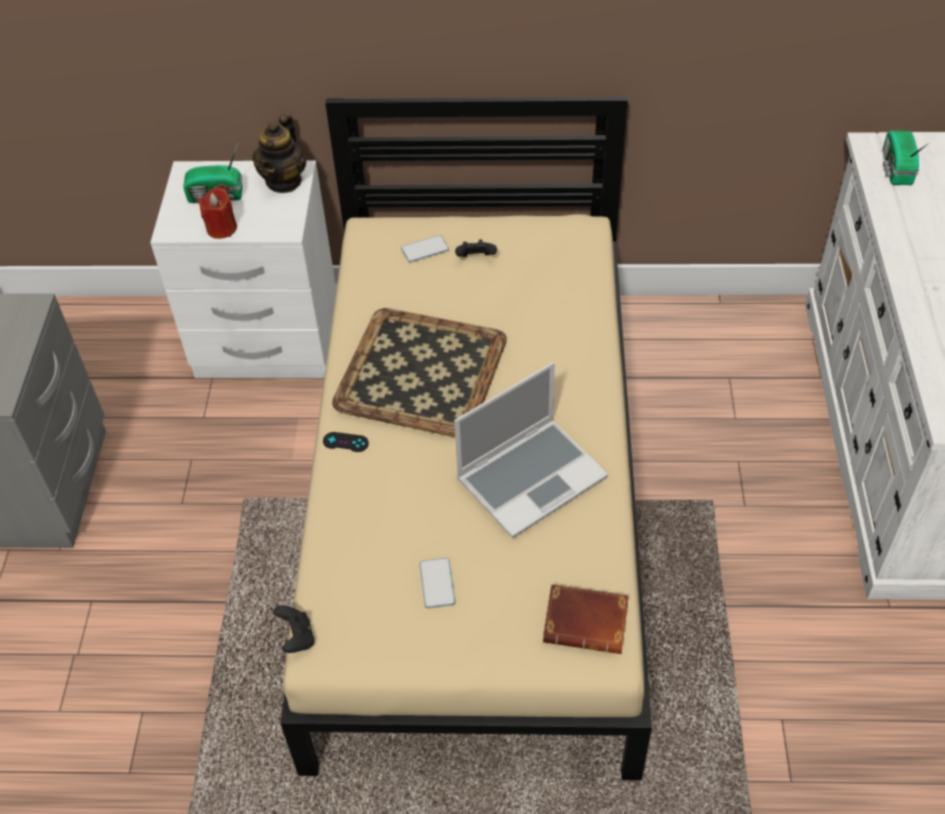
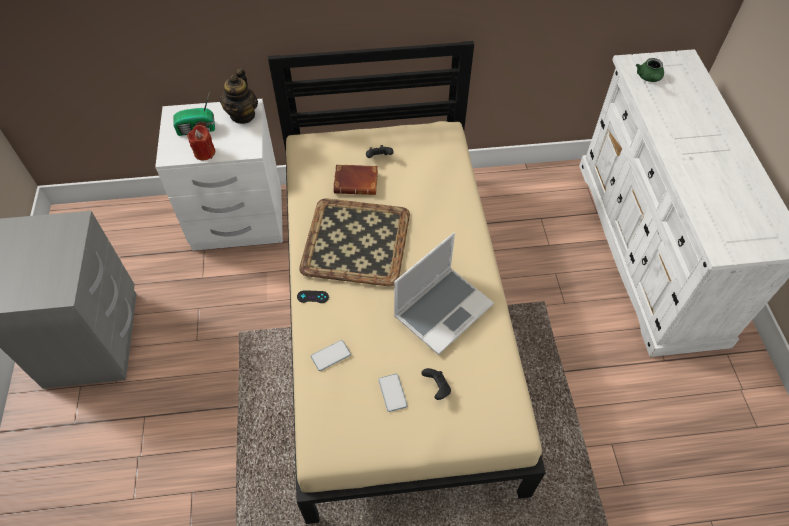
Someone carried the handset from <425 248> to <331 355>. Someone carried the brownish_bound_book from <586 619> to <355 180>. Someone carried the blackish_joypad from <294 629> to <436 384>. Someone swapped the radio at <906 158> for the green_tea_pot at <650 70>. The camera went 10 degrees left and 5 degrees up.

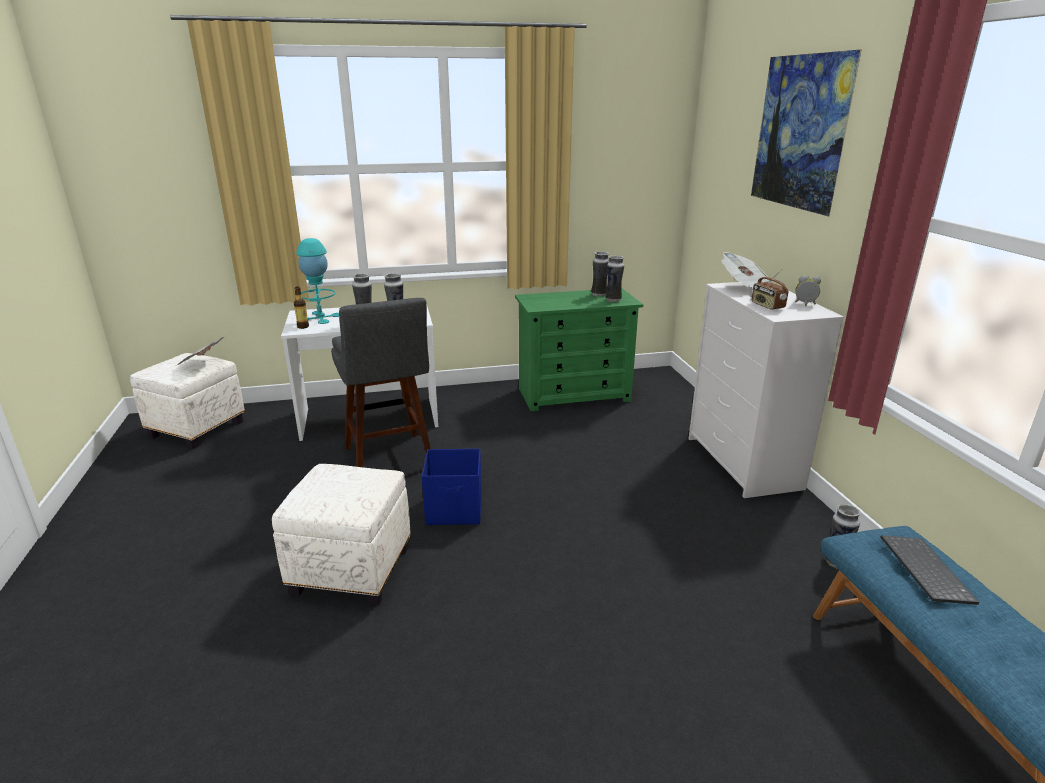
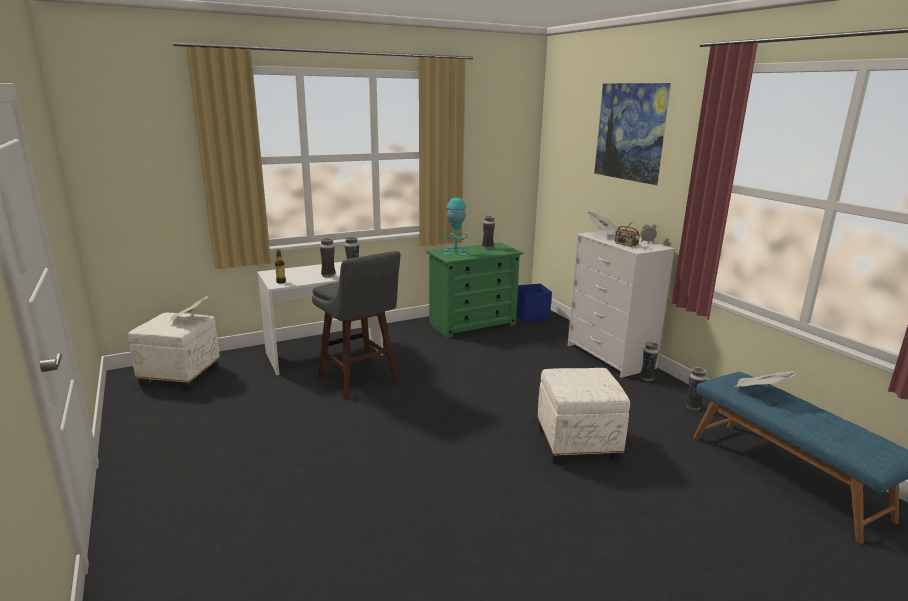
Someone carried the blue-green_lamp_for_a_table from <317 281> to <456 227>. Someone carried the blue-coloured_storage_bin from <452 487> to <534 303>. Someone carried the white-coloured_ottoman from <341 535> to <583 416>. Someone carried the flower_vase from <614 278> to <649 361>. Someone swapped the PC_keyboard at <930 570> for the daily_paper at <765 379>. The camera went 15 degrees left and 5 degrees down.

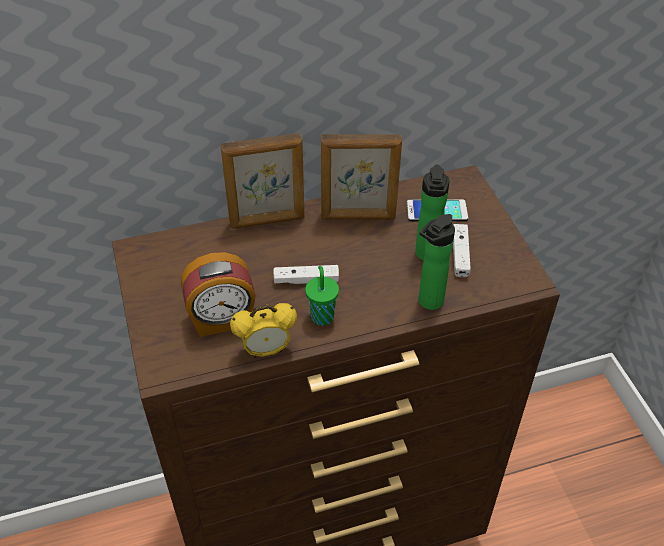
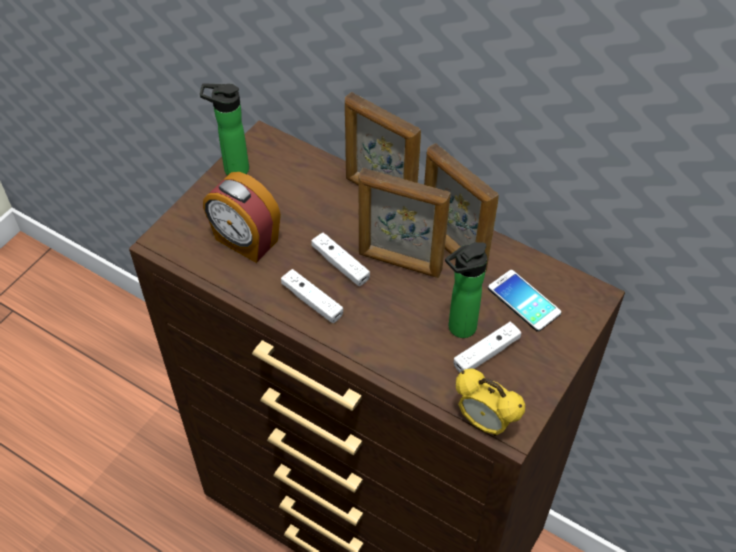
Someone carried the bottle from <437 262> to <224 129>. Someone swapped the green_cup at <322 296> for the white-coloured_joypad at <312 296>. Someone put down the standing_frame at <404 223>. Someone carried the bedside_clock from <263 330> to <490 402>. The camera went 50 degrees right and 5 degrees up.

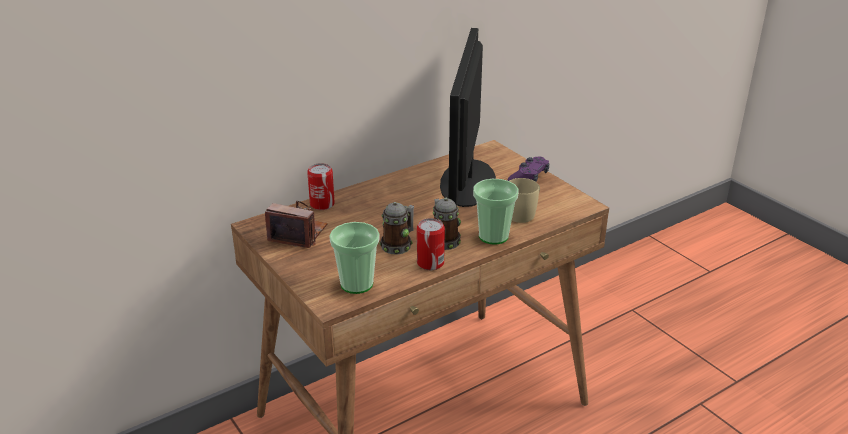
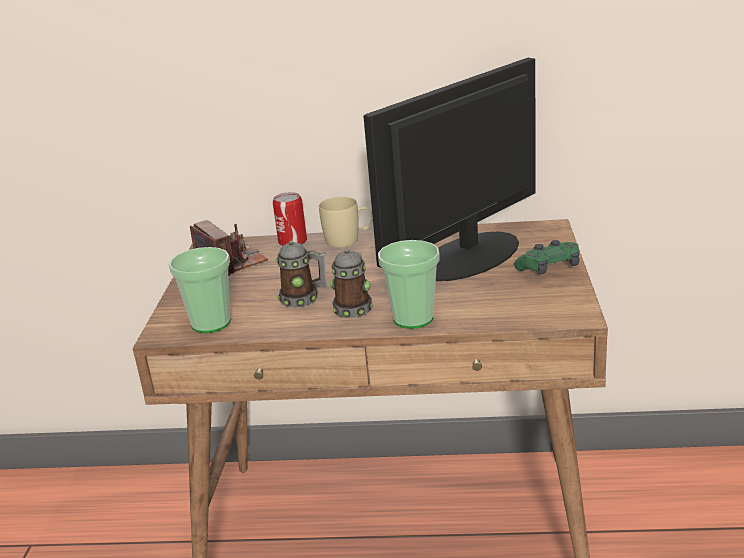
Someone carried the beige-coloured_mug from <525 200> to <346 222>. Someone repainted the purplish_joypad at <529 169>, which became the green_joypad at <547 257>. Someone took away the metal_can at <431 244>. The camera went 40 degrees right and 5 degrees down.

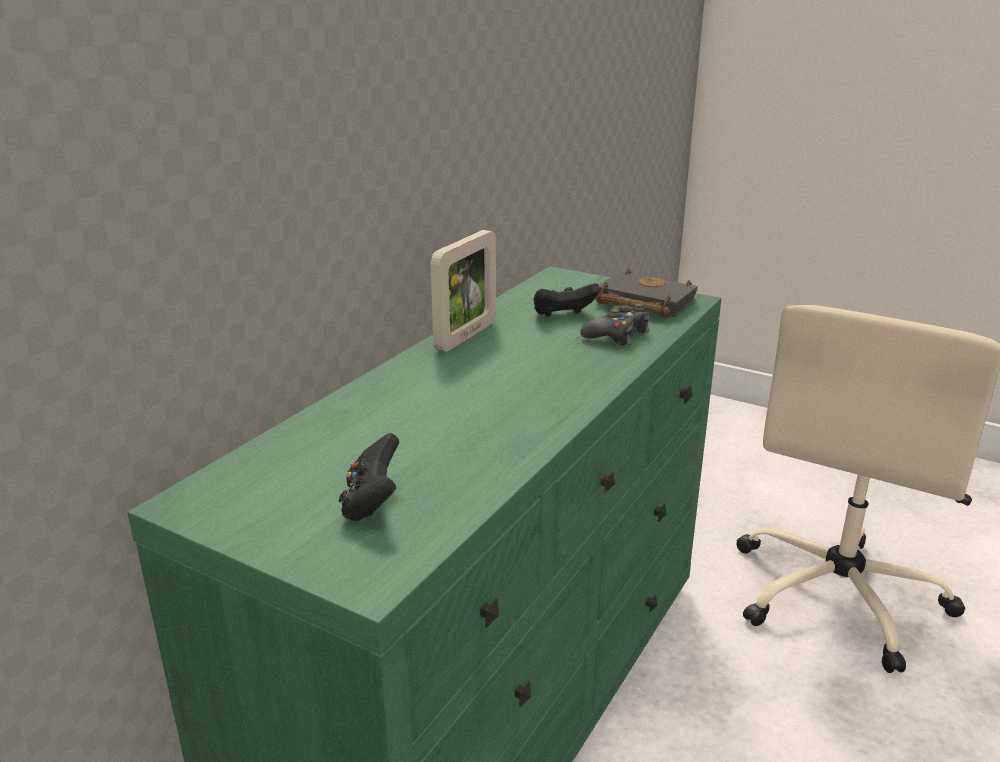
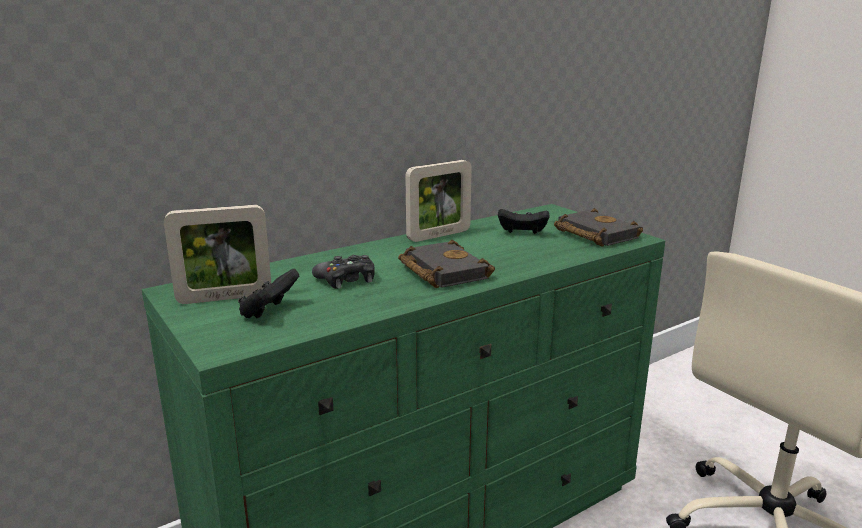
Someone put down the standing_frame at <217 254>. Someone carried the blackish_joypad from <614 324> to <343 272>. Someone put down the blackish_bound_book at <446 264>. The camera went 25 degrees right and 5 degrees down.

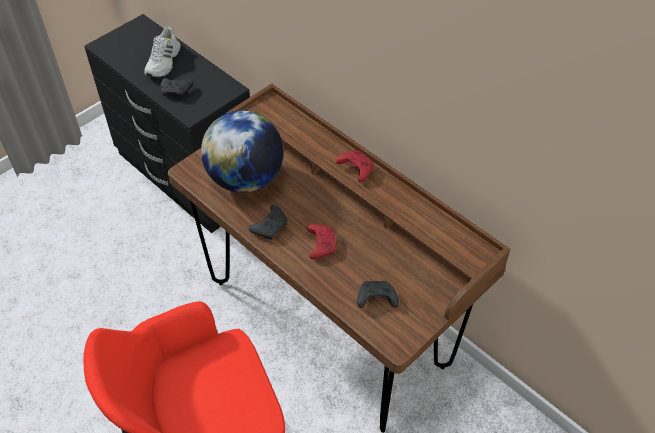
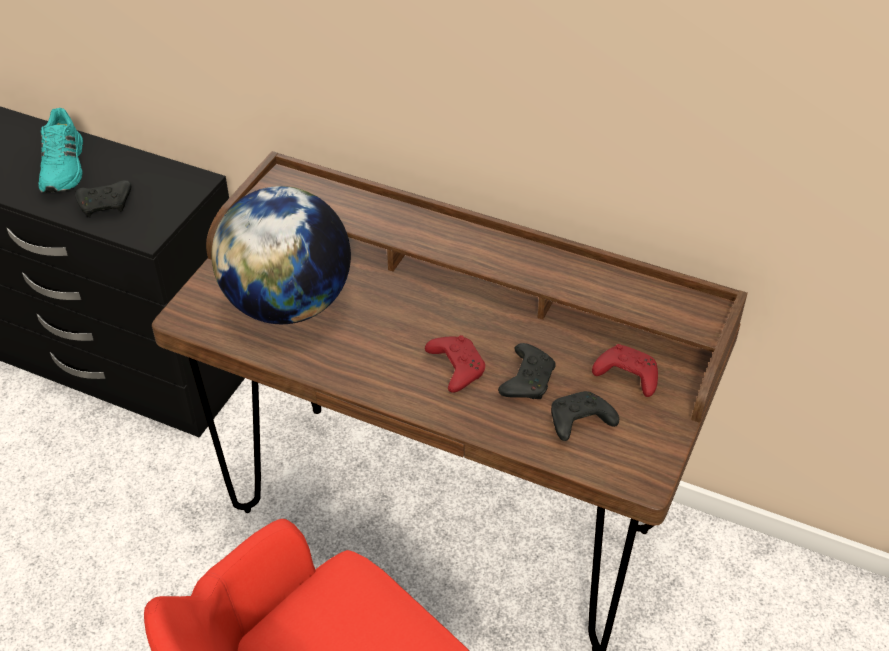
Someone repainted the white-coloured_shoe at <162 52>, which became the blue-green_shoe at <61 150>. Someone carried the blackish_joypad from <268 222> to <527 371>. Someone carried the red-coloured_joypad from <355 166> to <625 370>. The camera went 20 degrees left and 5 degrees down.

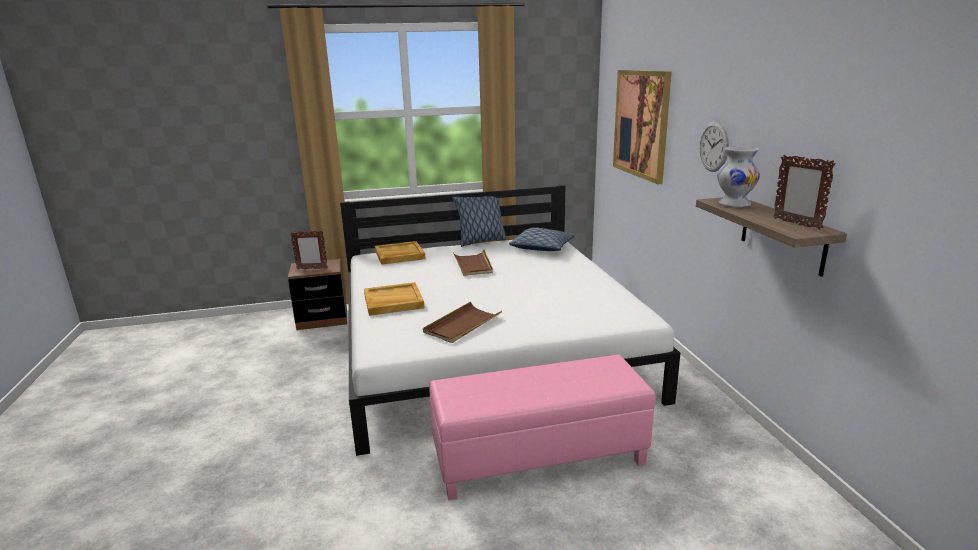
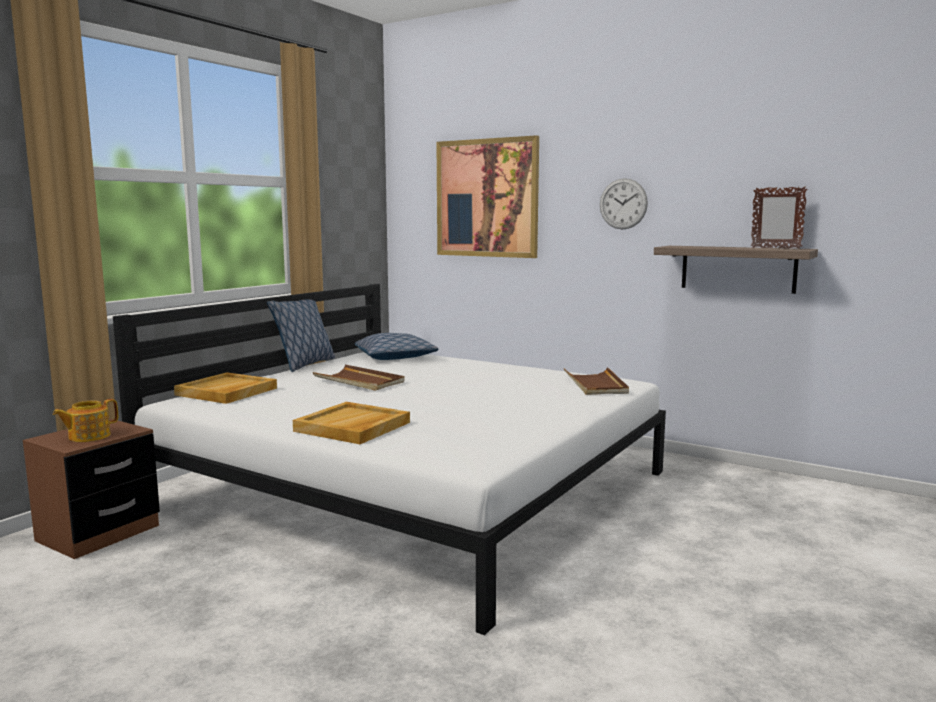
Someone swapped the standing_frame at <309 249> for the tea_pot at <85 420>. Someone carried the brownish_tray from <462 322> to <596 381>. Someone took away the pink-coloured_ottoman at <542 427>. Someone took away the white-coloured_flower_vase at <738 176>. The camera went 45 degrees left and 10 degrees down.

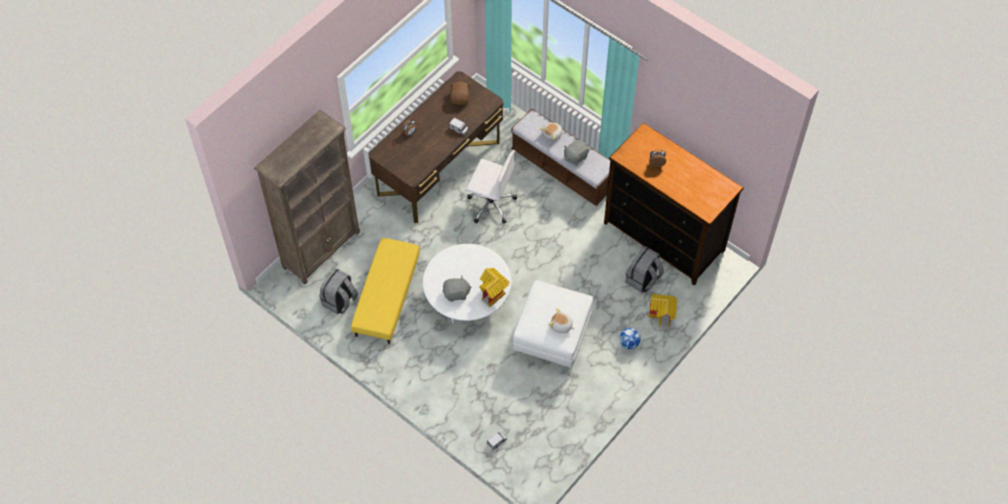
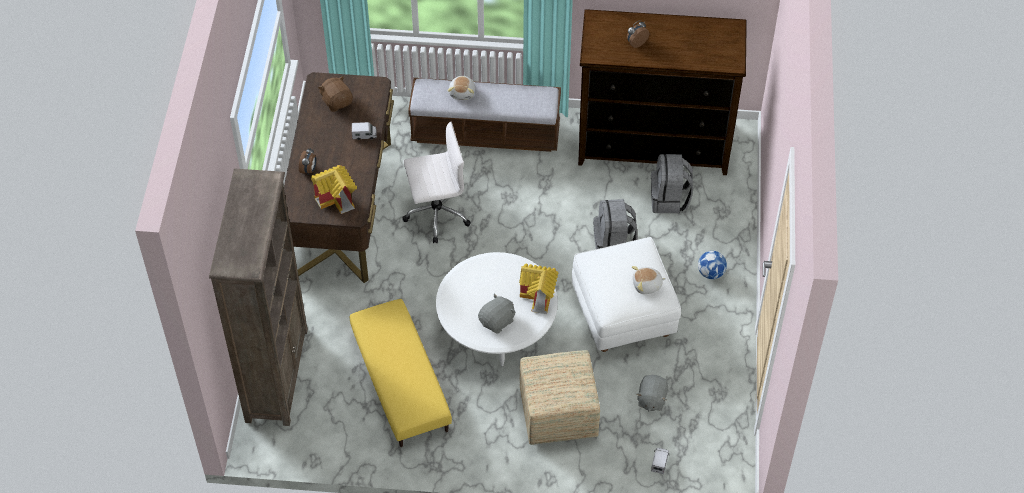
Someone carried the miniature_house from <663 311> to <334 189>. Someone put down the ottoman at <560 397>. Someone carried the grey_rucksack from <338 291> to <615 224>. Someone carried the grey_cuddly_toy from <576 152> to <652 393>. The camera went 35 degrees left and 5 degrees down.

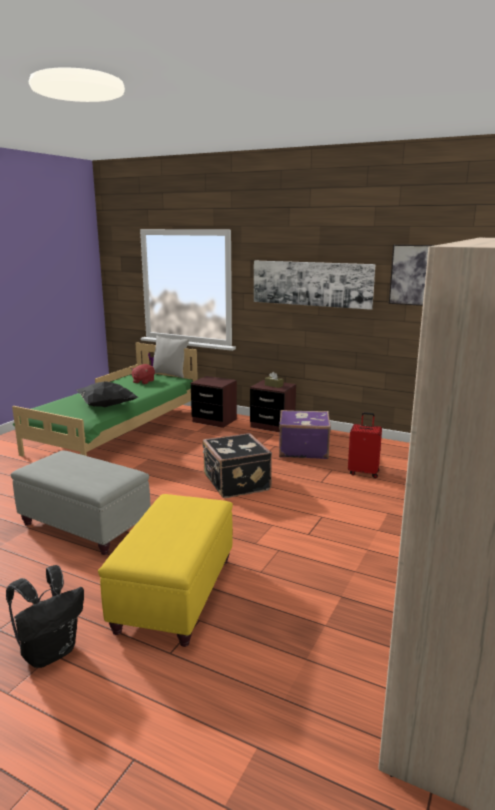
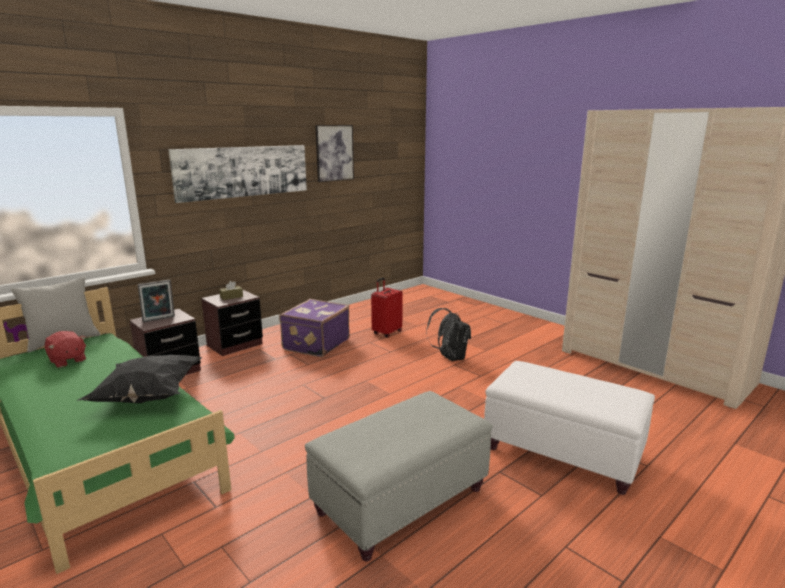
Someone put down the standing_frame at <156 301>. Someone carried the blackish_rucksack from <45 616> to <448 334>. Someone repainted the yellow-coloured_ottoman at <165 570>, which became the white-coloured_ottoman at <569 428>. Someone took away the blackish_travel_case at <237 465>. The camera went 70 degrees left and 0 degrees up.

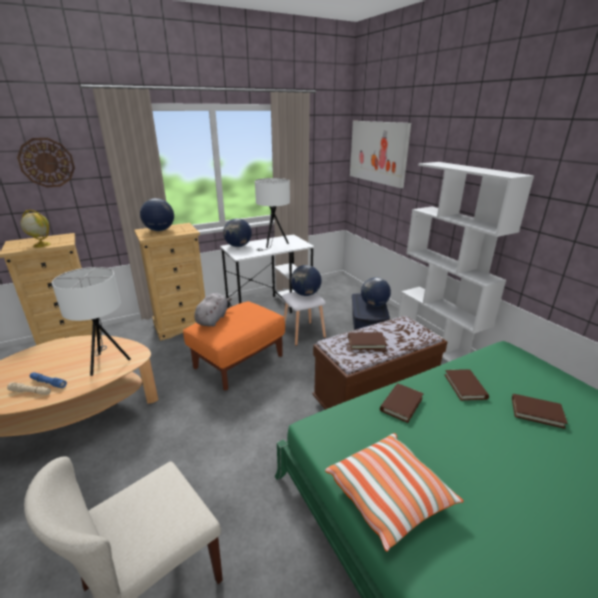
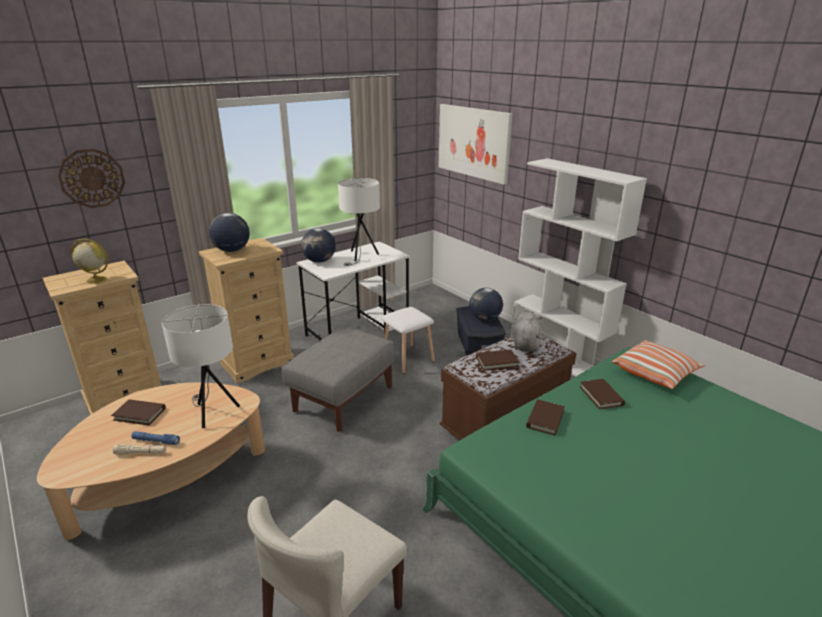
Someone carried the brownish_bound_book from <540 411> to <138 412>. Someone repainted the orange_ottoman at <234 345>, which became the grey_ottoman at <338 379>. Someone carried the grey_cuddly_toy from <213 310> to <527 332>. Someone carried the throw_pillow from <394 492> to <658 364>. Someone took away the desk_globe at <306 280>. The camera went 10 degrees left and 0 degrees up.

